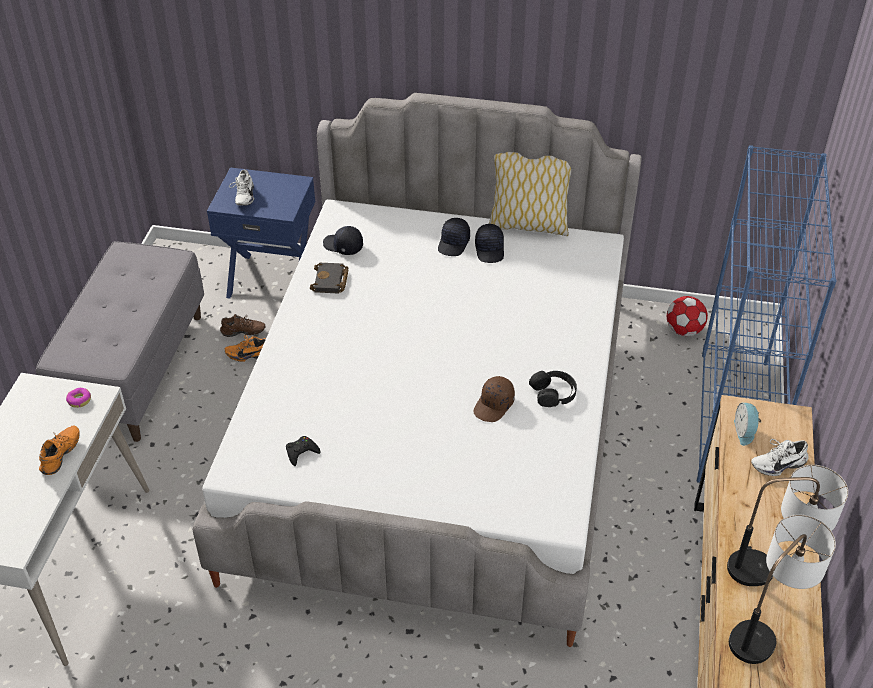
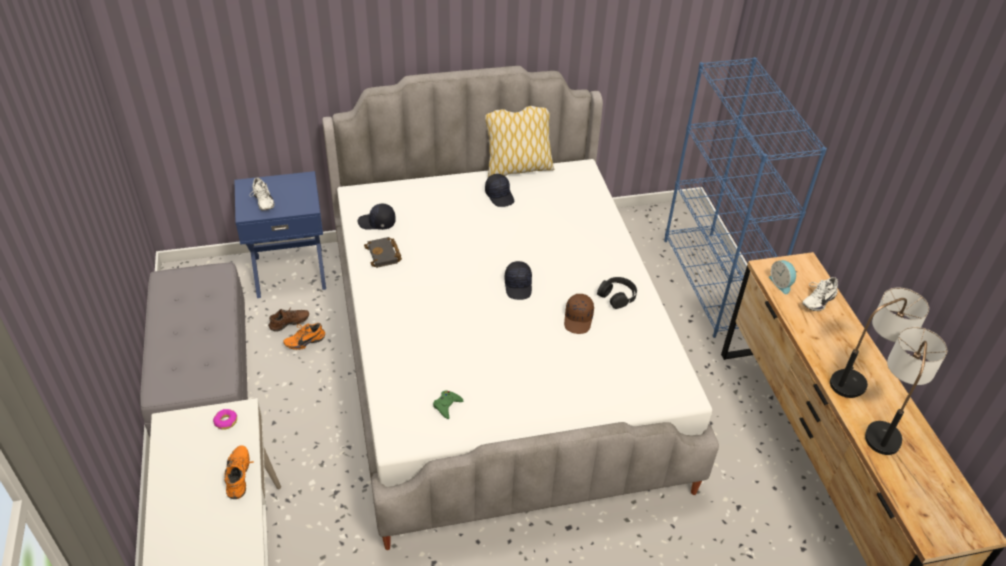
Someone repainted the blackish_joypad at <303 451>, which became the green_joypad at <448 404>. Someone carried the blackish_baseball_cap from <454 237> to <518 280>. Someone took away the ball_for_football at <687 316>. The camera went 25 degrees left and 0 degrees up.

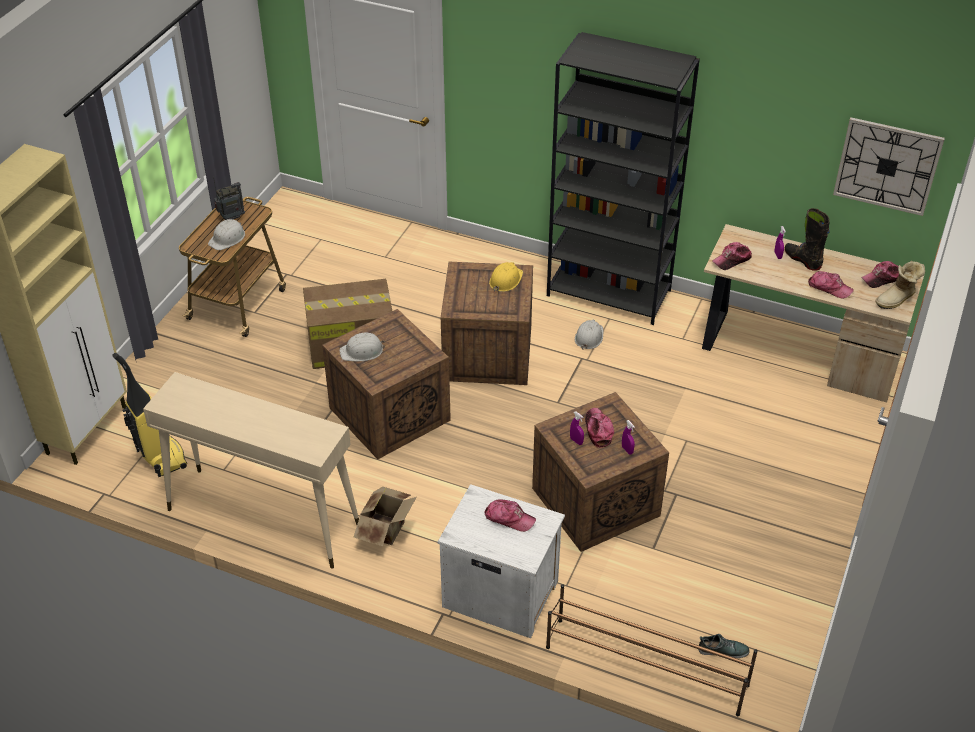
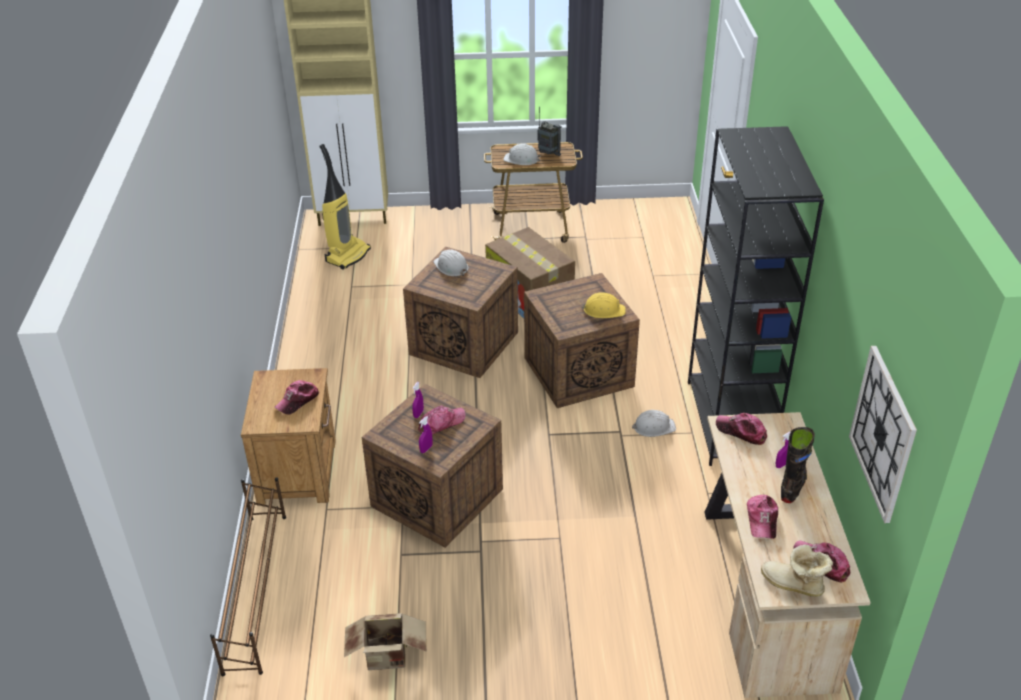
Someone repainted the white-coloured_night_table at <501 561>, which became the brownish_night_table at <288 436>. Someone rotated the baseball_cap at <510 516> by 45 degrees clockwise. Someone carried the carton from <385 516> to <385 641>. Someone took away the beige-coloured_console_table at <251 470>. Someone took away the shoe at <724 646>. The camera went 65 degrees right and 5 degrees down.

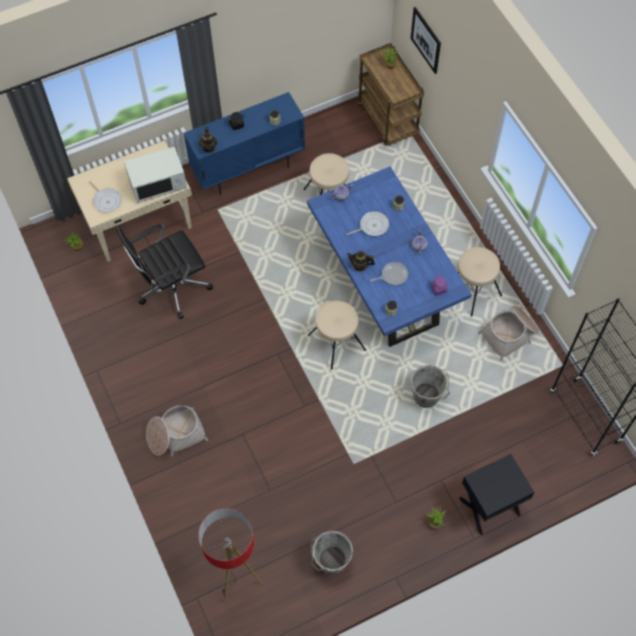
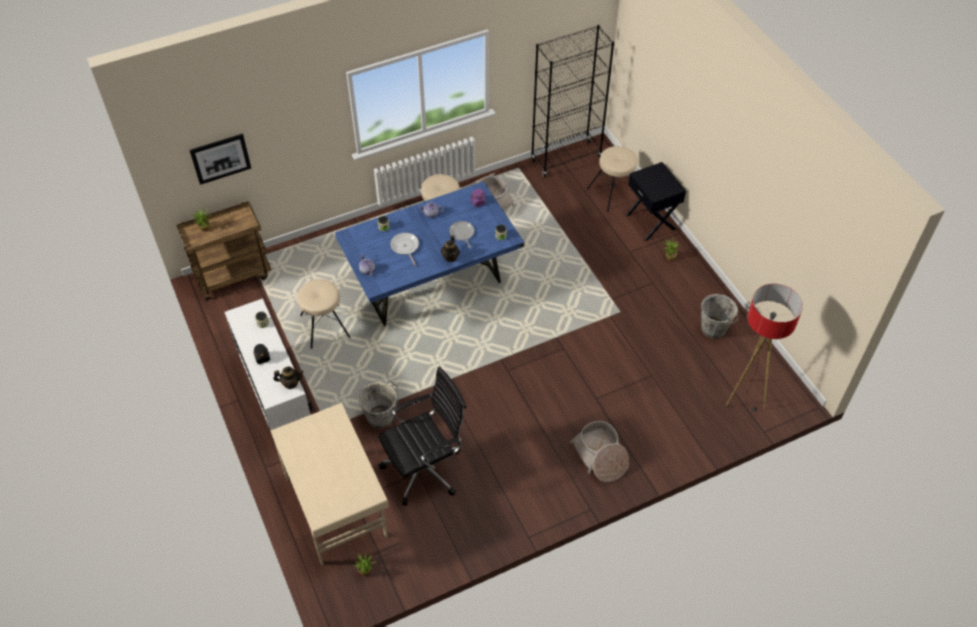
Someone repainted the blue-coloured_storage_cabinet at <244 143>, which became the white-coloured_storage_cabinet at <269 364>. Someone carried the grey_bucket from <430 386> to <378 405>. Someone rotated the blackish_desk_chair at <164 271> by 90 degrees counterclockwise. Someone carried the beige-coloured_sitting_stool from <337 335> to <612 178>. Someone took away the skillet at <105 196>. Someone took away the white-coloured_kitchen_microwave at <155 175>. The camera went 90 degrees left and 10 degrees down.

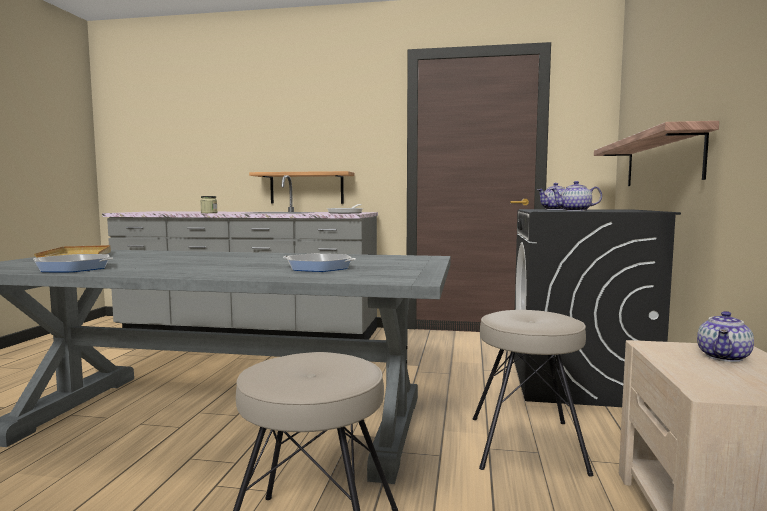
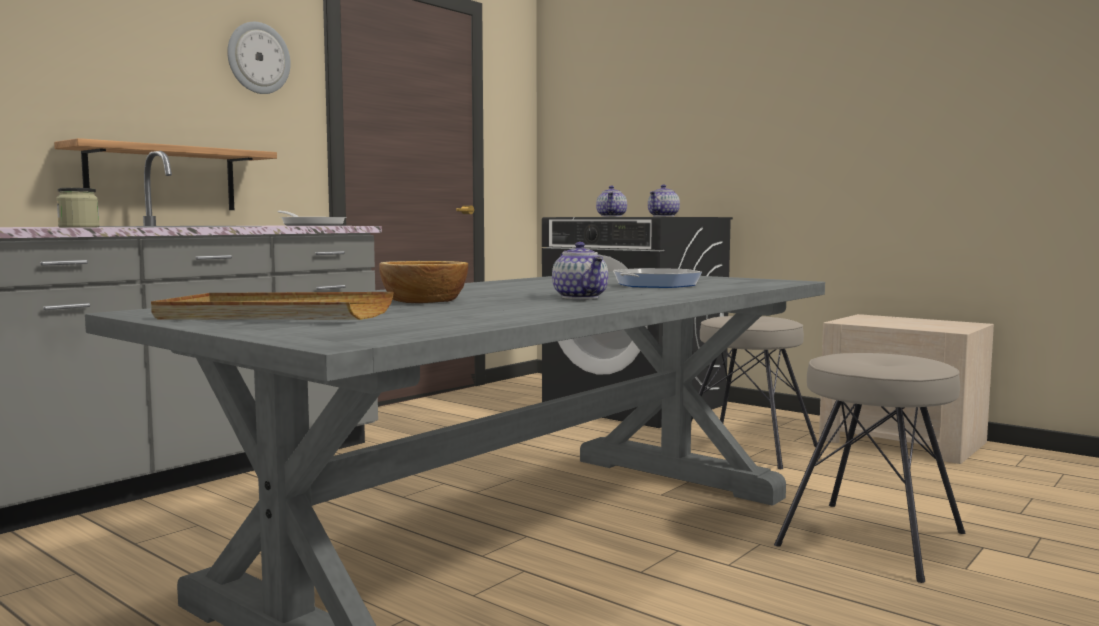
Someone put up the hanging_clock at <259 58>. Someone put down the bowl at <423 282>. Someone carried the tea_pot from <725 336> to <580 270>. Someone took away the skillet at <73 263>. Someone took away the bracket_shelf at <656 153>. The camera went 60 degrees left and 0 degrees up.

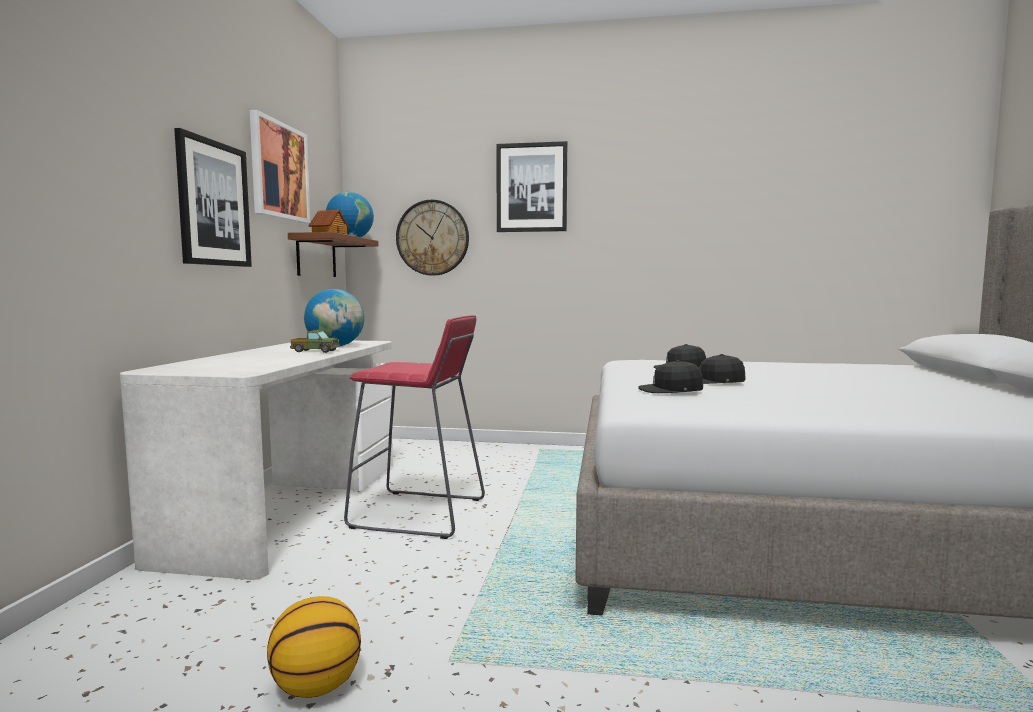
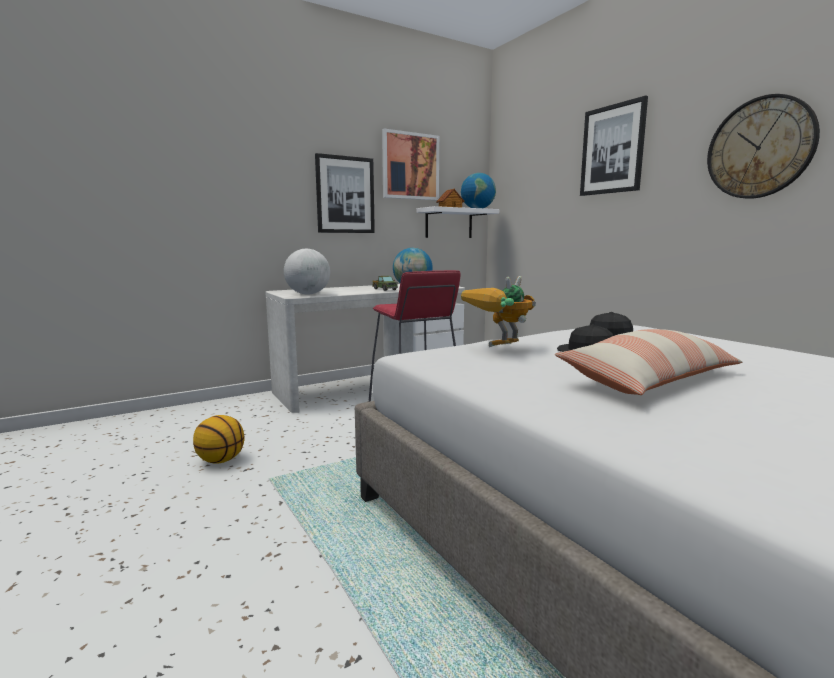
Someone put down the desk_globe at <307 272>. Someone repainted the brownish_bracket_shelf at <333 254>, which became the white-coloured_bracket_shelf at <458 222>. Someone swapped the blackish_baseball_cap at <670 376> for the model_robot at <498 311>. Someone put down the throw_pillow at <648 362>. Someone carried the hanging_clock from <432 238> to <763 146>. The camera went 50 degrees right and 5 degrees up.

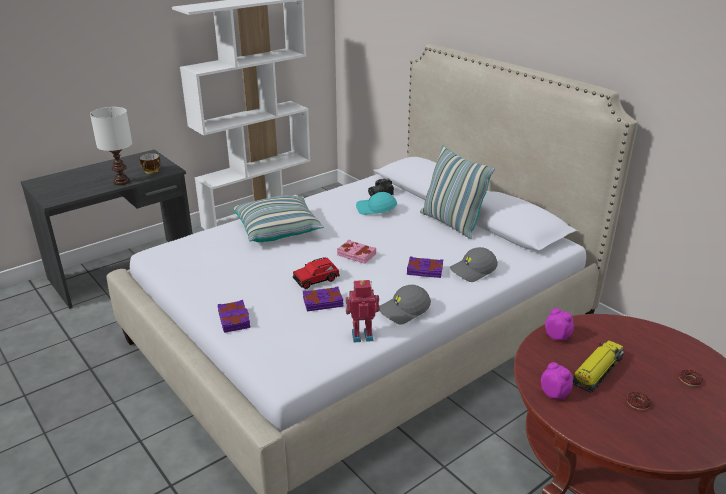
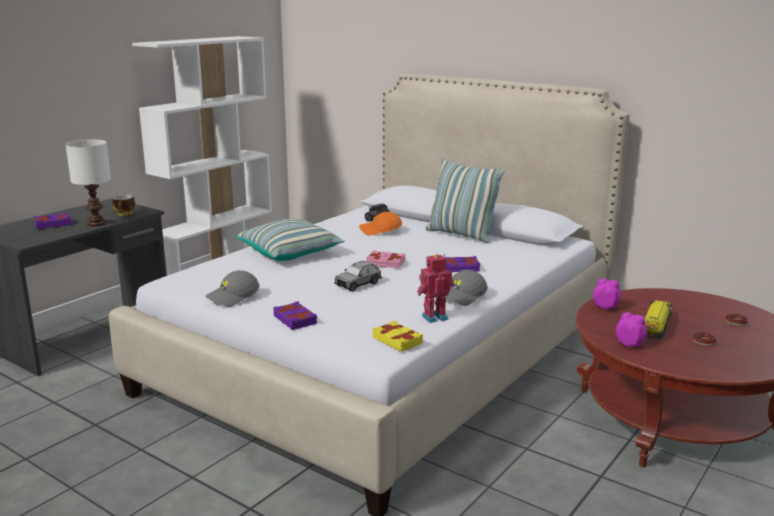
Someone carried the purplish_bound_book from <323 299> to <53 220>. Someone carried the grey_baseball_cap from <474 264> to <232 288>. Someone repainted the red-coloured_miniature_car at <316 273>, which became the grey_miniature_car at <358 276>. Someone repainted the blue-green_baseball_cap at <376 203>, which became the orange_baseball_cap at <380 224>. Someone put down the yellow-coloured_bound_book at <398 336>. The camera went 15 degrees left and 10 degrees down.

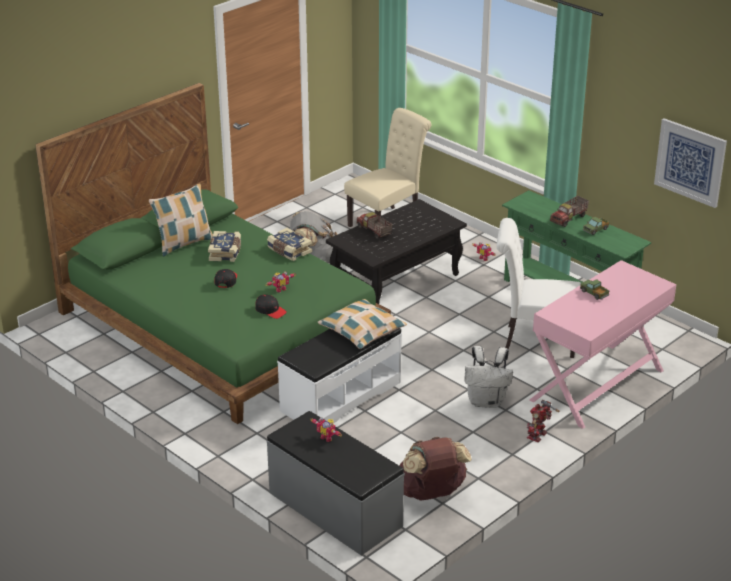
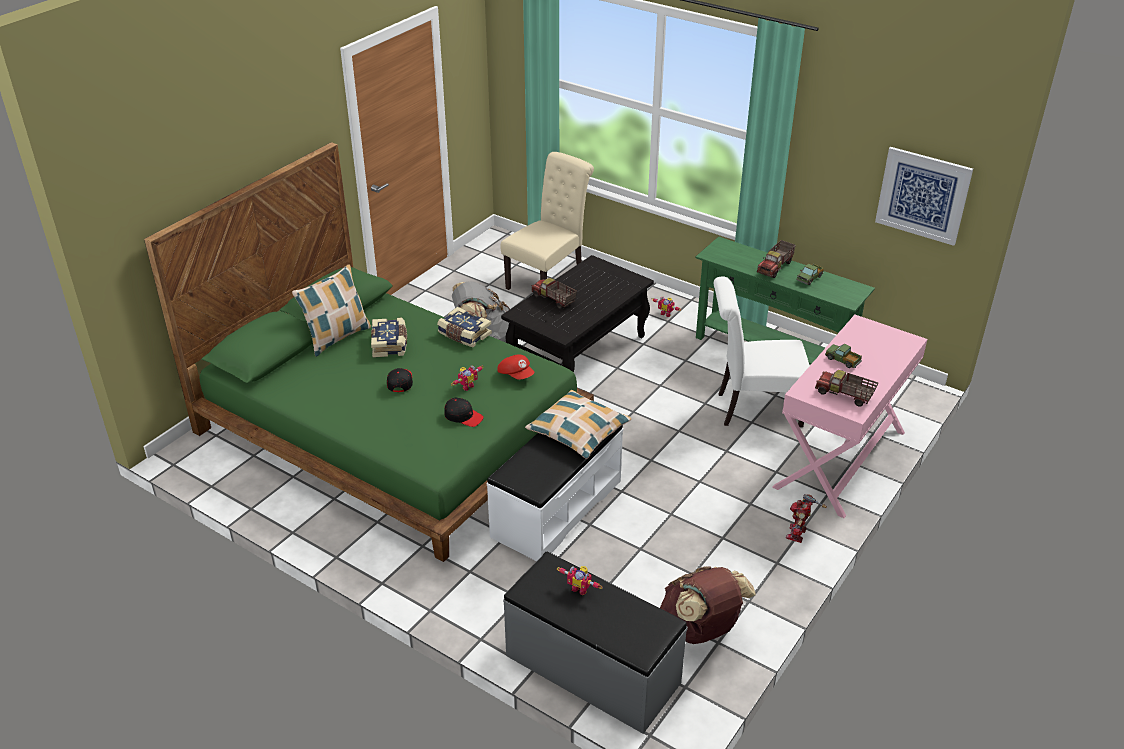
Someone put down the red-coloured_baseball_cap at <515 367>. Someone put down the toy_lorry at <846 388>. Someone took away the white-coloured_rucksack at <488 377>. The camera went 10 degrees left and 5 degrees up.

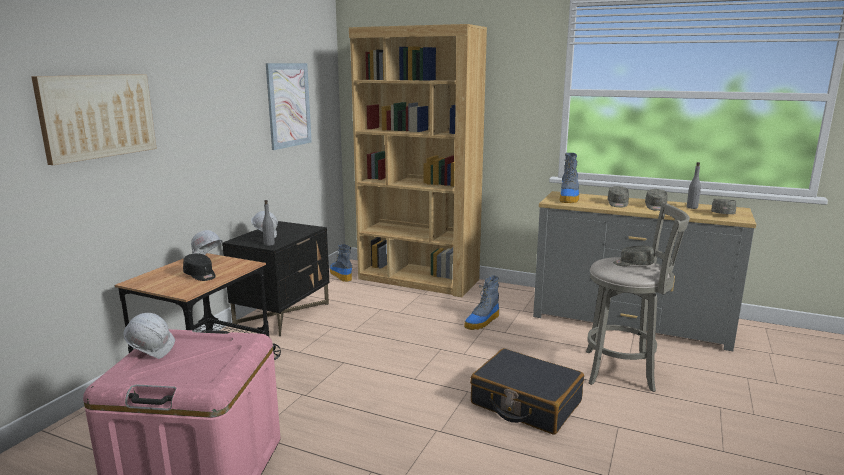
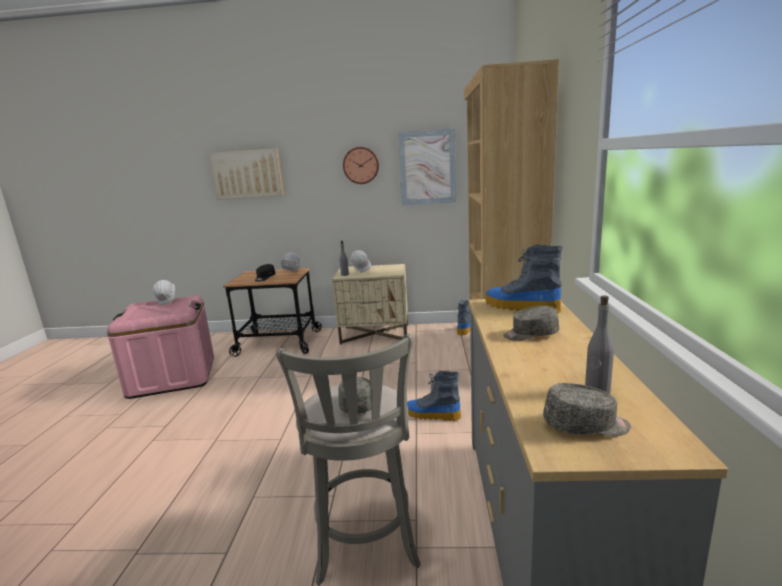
Someone repainted the blackish_night_table at <275 278>, which became the beige-coloured_night_table at <370 304>. Someone put up the hanging_clock at <361 165>. Someone rotated the tall_boot at <569 178> by 45 degrees clockwise. Someone took away the blackish_travel_case at <527 391>. Someone took away the grey_baseball_cap at <656 200>. The camera went 70 degrees right and 0 degrees up.

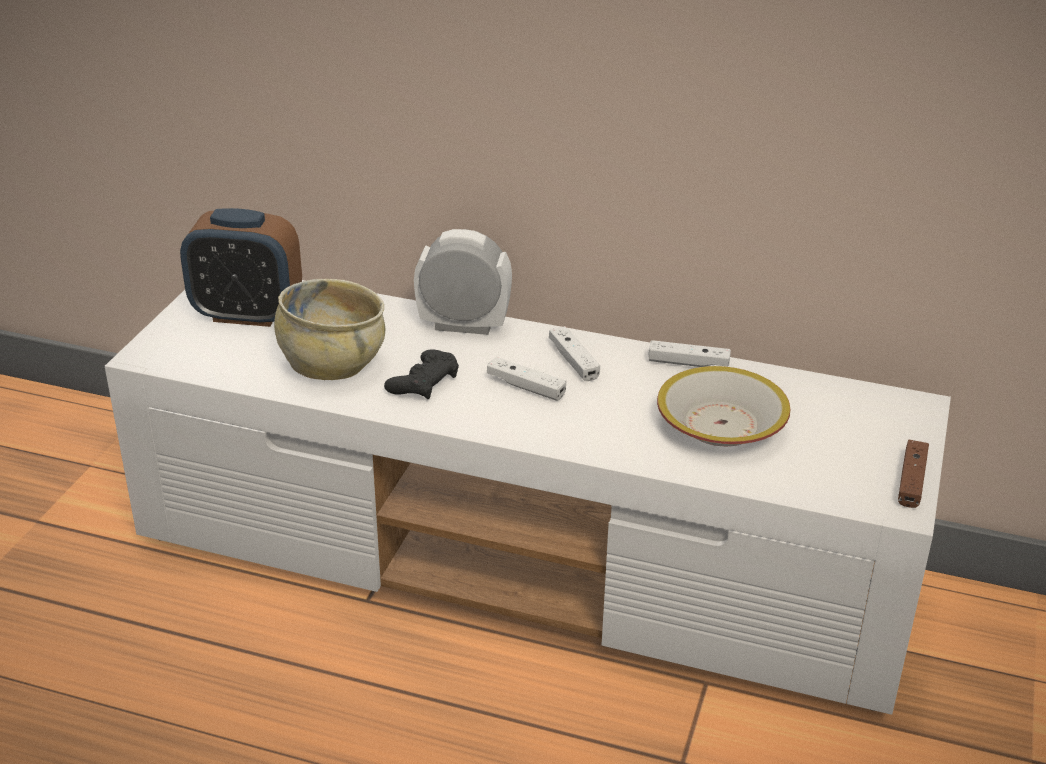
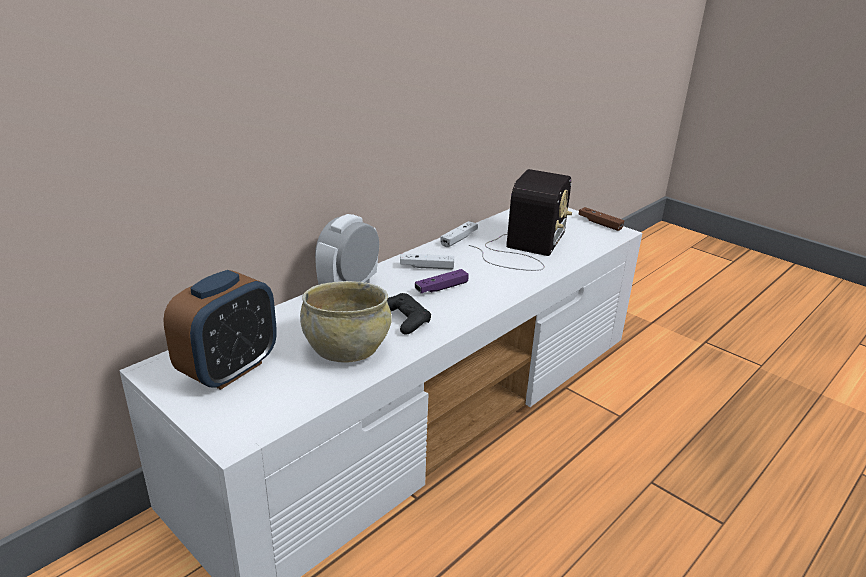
Someone repainted the white-coloured_joypad at <526 379>, which became the purplish_joypad at <442 281>. Someone swapped the bowl at <723 406> for the radio at <520 220>. The camera went 65 degrees left and 5 degrees down.

